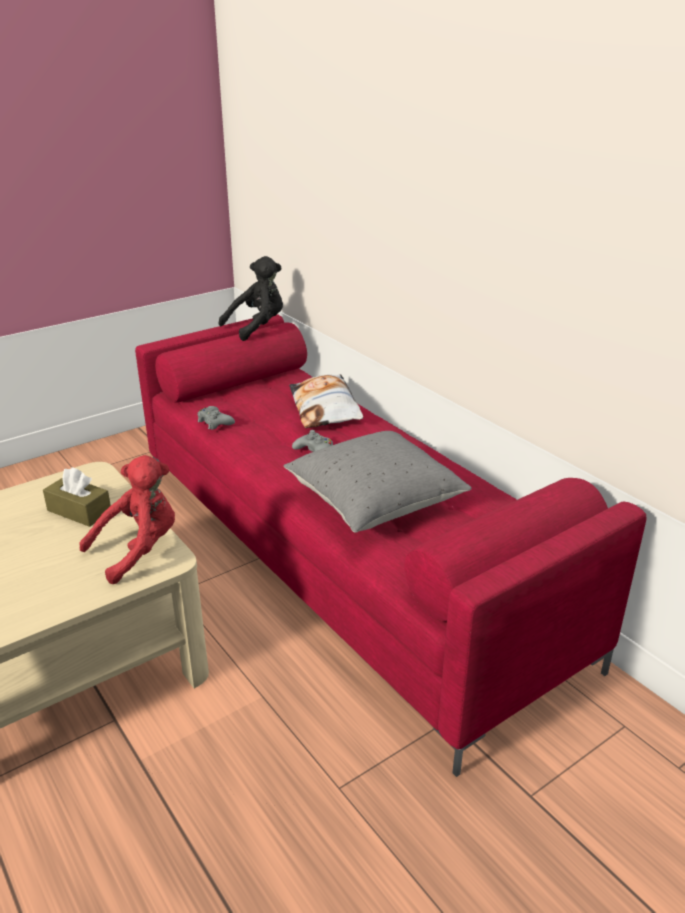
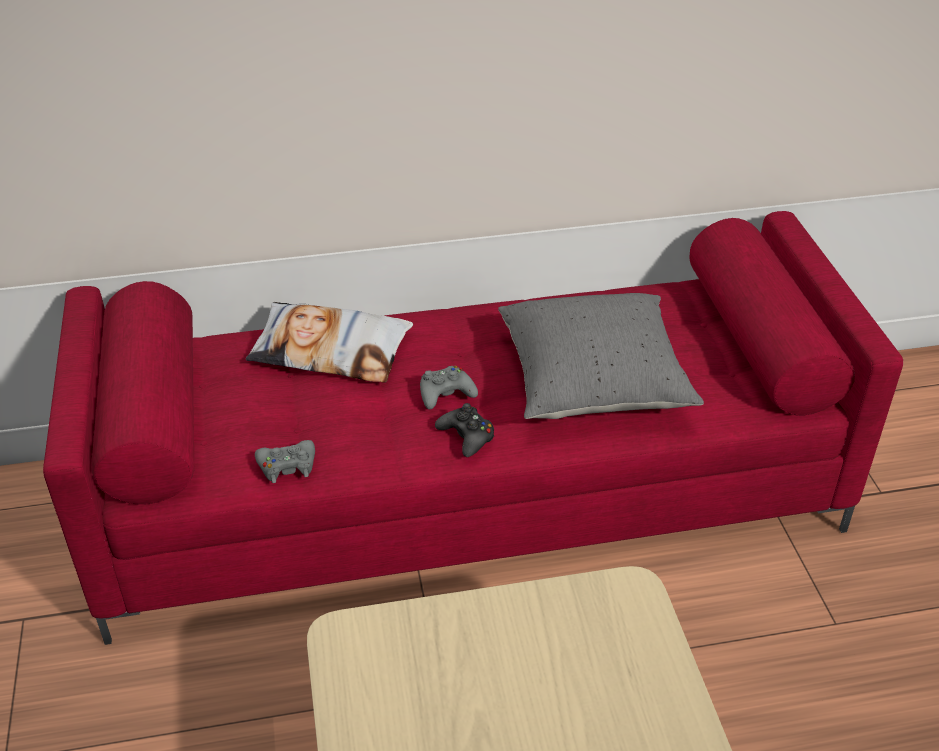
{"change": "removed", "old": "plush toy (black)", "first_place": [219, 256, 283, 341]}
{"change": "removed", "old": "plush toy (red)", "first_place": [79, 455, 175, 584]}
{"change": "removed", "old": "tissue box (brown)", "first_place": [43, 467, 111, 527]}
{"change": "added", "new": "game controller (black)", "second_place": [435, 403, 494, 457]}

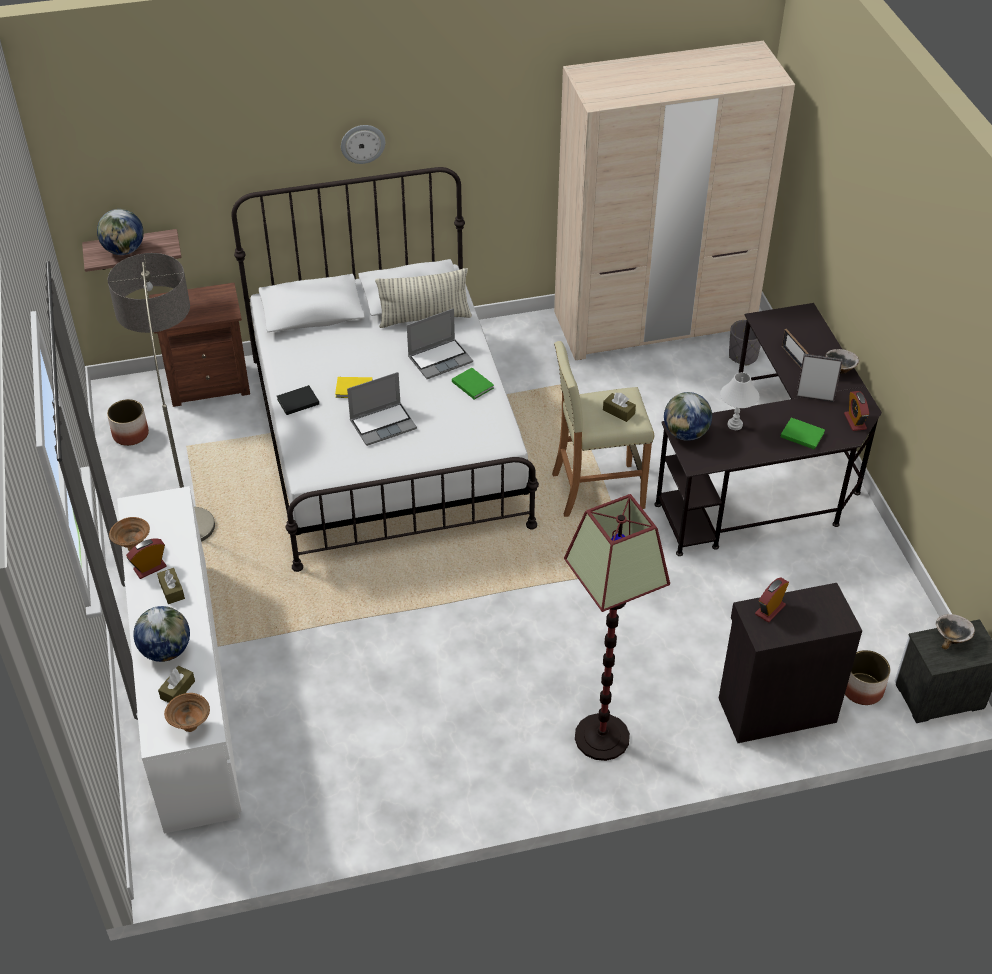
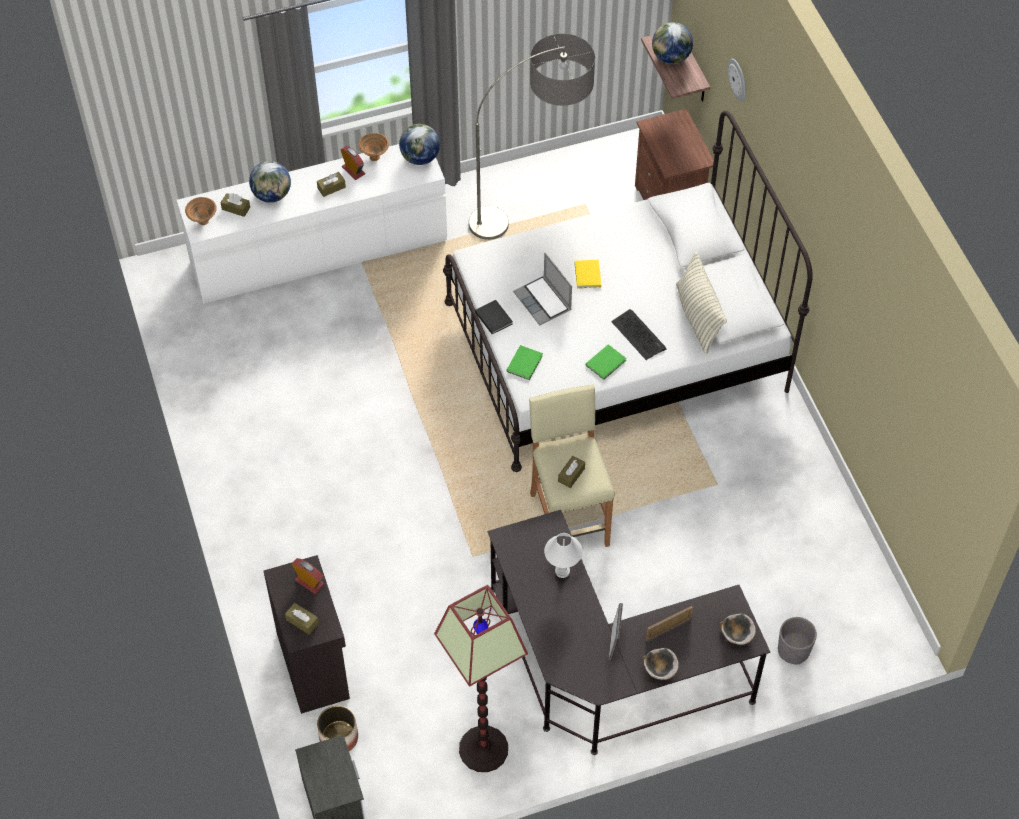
{"change": "removed", "old": "wardrobe (beige)", "first_place": [554, 41, 795, 360]}
{"change": "moved", "old": "wall clock", "first_place": [341, 125, 385, 164], "second_place": [728, 59, 746, 101]}
{"change": "replaced", "old": "laptop", "new": "keyboard", "first_place": [407, 308, 473, 379], "second_place": [611, 309, 666, 360]}
{"change": "moved", "old": "book (black)", "first_place": [277, 385, 319, 415], "second_place": [475, 300, 513, 334]}
{"change": "removed", "old": "alarm clock", "first_place": [844, 391, 869, 431]}
{"change": "moved", "old": "globe", "first_place": [664, 392, 712, 441], "second_place": [399, 124, 440, 165]}
{"change": "removed", "old": "planter", "first_place": [107, 399, 149, 446]}
{"change": "moved", "old": "book (green)", "first_place": [780, 418, 825, 450], "second_place": [507, 345, 543, 380]}
{"change": "moved", "old": "floor lamp", "first_place": [564, 494, 670, 761], "second_place": [434, 585, 528, 772]}
{"change": "moved", "old": "bowl", "first_place": [936, 614, 975, 649], "second_place": [720, 613, 756, 645]}
{"change": "added", "new": "tissue box (brown)", "second_place": [285, 603, 319, 635]}

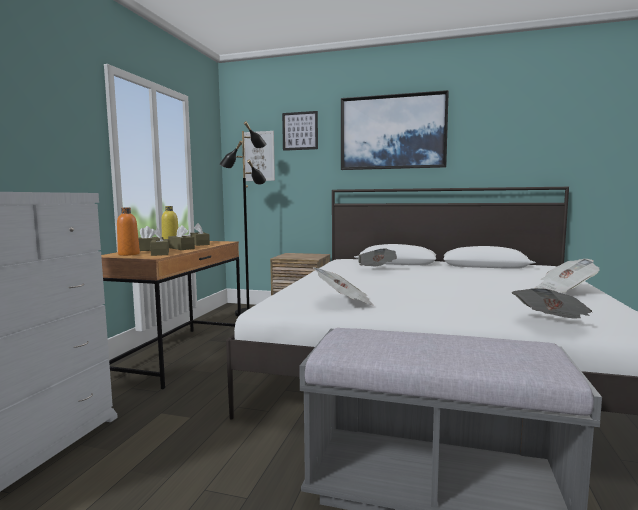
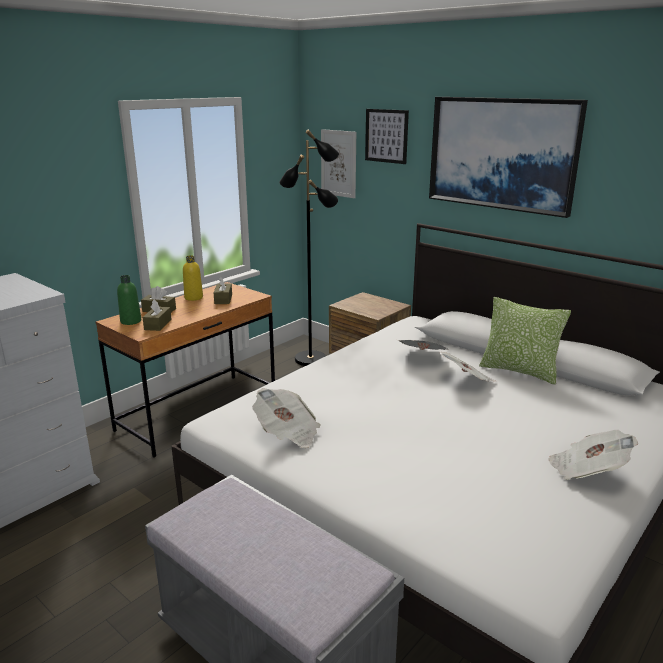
{"change": "recoloured", "old": "bottle (orange)", "new": "bottle (green)", "first_place": [117, 207, 140, 256], "second_place": [117, 275, 141, 325]}
{"change": "removed", "old": "tissue box (brown)", "first_place": [168, 225, 195, 250]}
{"change": "moved", "old": "newspaper", "first_place": [512, 288, 592, 318], "second_place": [440, 352, 497, 382]}
{"change": "added", "new": "pillow", "second_place": [479, 297, 571, 385]}

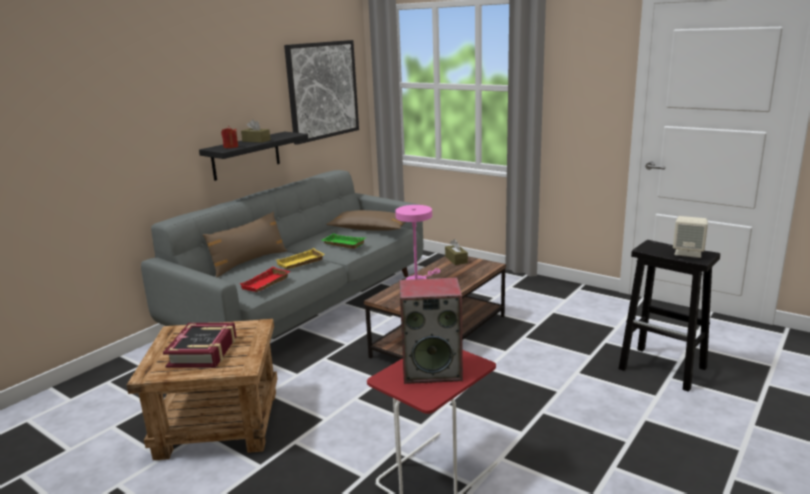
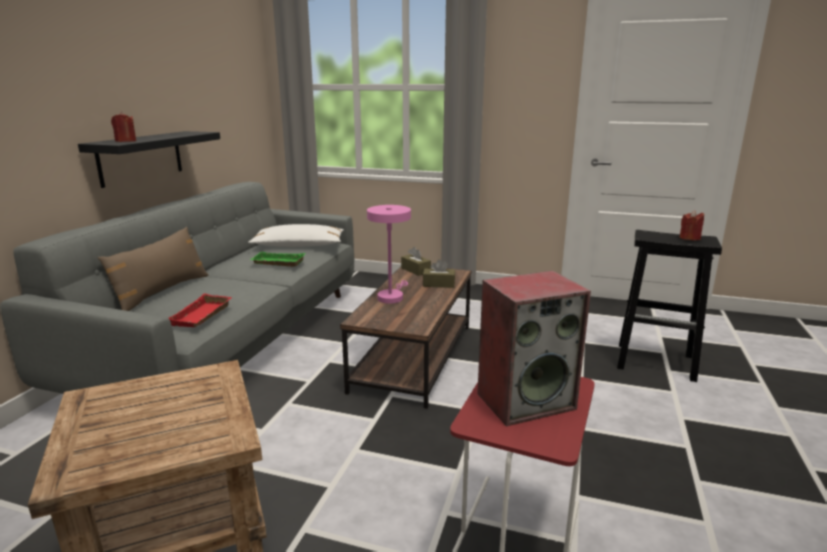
{"change": "removed", "old": "picture", "first_place": [284, 40, 359, 145]}
{"change": "moved", "old": "tissue box (brown)", "first_place": [241, 119, 271, 143], "second_place": [423, 259, 455, 288]}
{"change": "recoloured", "old": "pillow (brown)", "new": "pillow (white)", "first_place": [326, 210, 405, 231], "second_place": [248, 224, 344, 247]}
{"change": "replaced", "old": "speaker (beige)", "new": "candle (red)", "first_place": [673, 216, 708, 258], "second_place": [679, 211, 704, 240]}
{"change": "removed", "old": "tray (yellow)", "first_place": [276, 248, 325, 269]}
{"change": "removed", "old": "book", "first_place": [163, 322, 237, 368]}

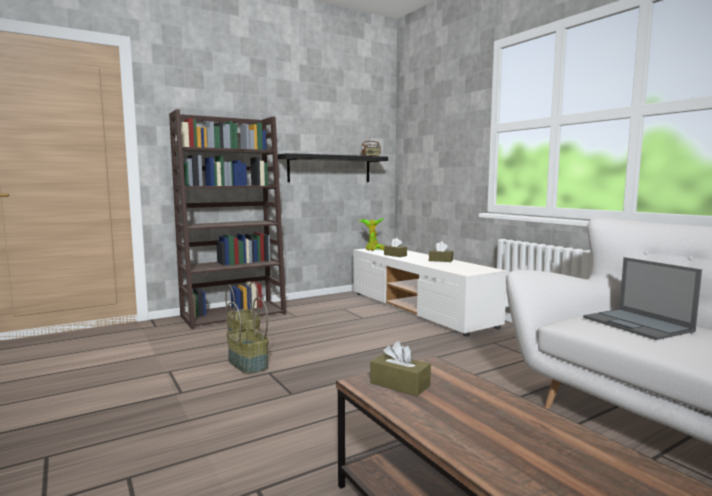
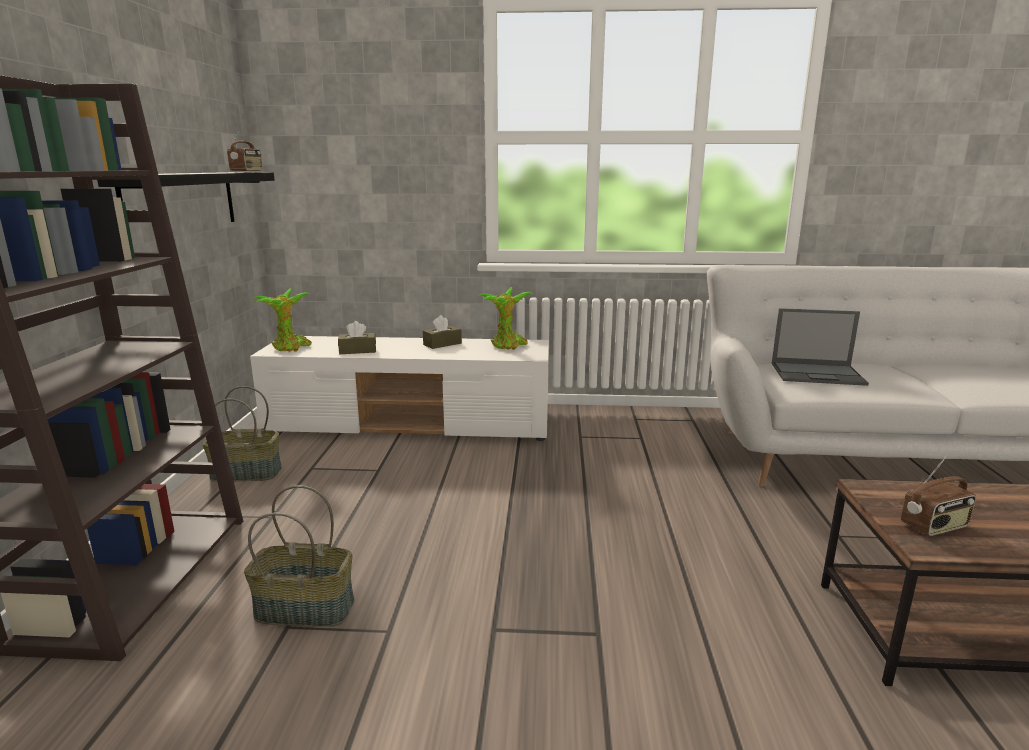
{"change": "moved", "old": "basket", "first_place": [226, 297, 269, 374], "second_place": [202, 386, 282, 482]}
{"change": "replaced", "old": "tissue box (brown)", "new": "radio", "first_place": [370, 341, 431, 396], "second_place": [901, 455, 976, 536]}
{"change": "added", "new": "potted plant", "second_place": [477, 287, 533, 350]}

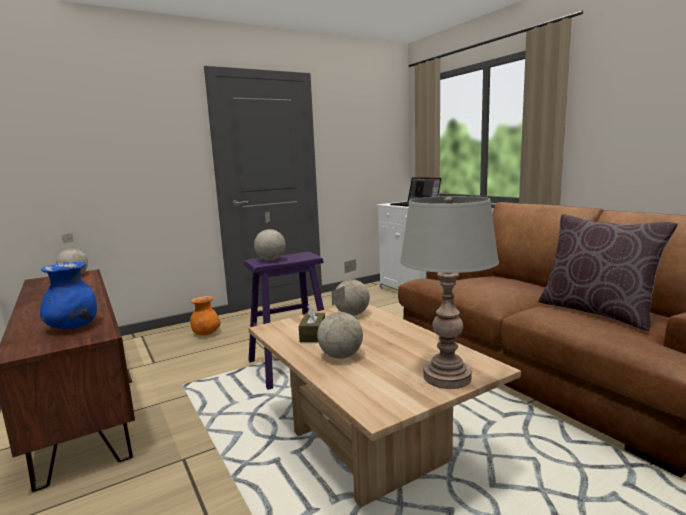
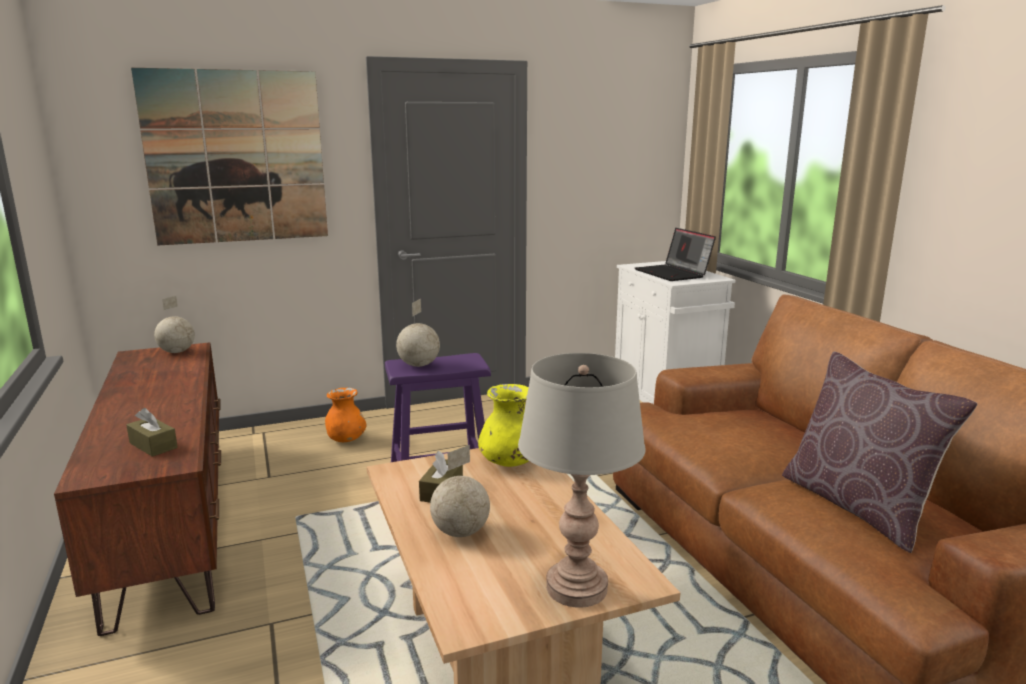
{"change": "replaced", "old": "globe", "new": "vase (yellow)", "first_place": [335, 259, 370, 316], "second_place": [478, 384, 529, 467]}
{"change": "replaced", "old": "vase (blue)", "new": "tissue box (brown)", "first_place": [40, 262, 97, 329], "second_place": [127, 408, 178, 457]}
{"change": "added", "new": "picture", "second_place": [131, 68, 328, 245]}

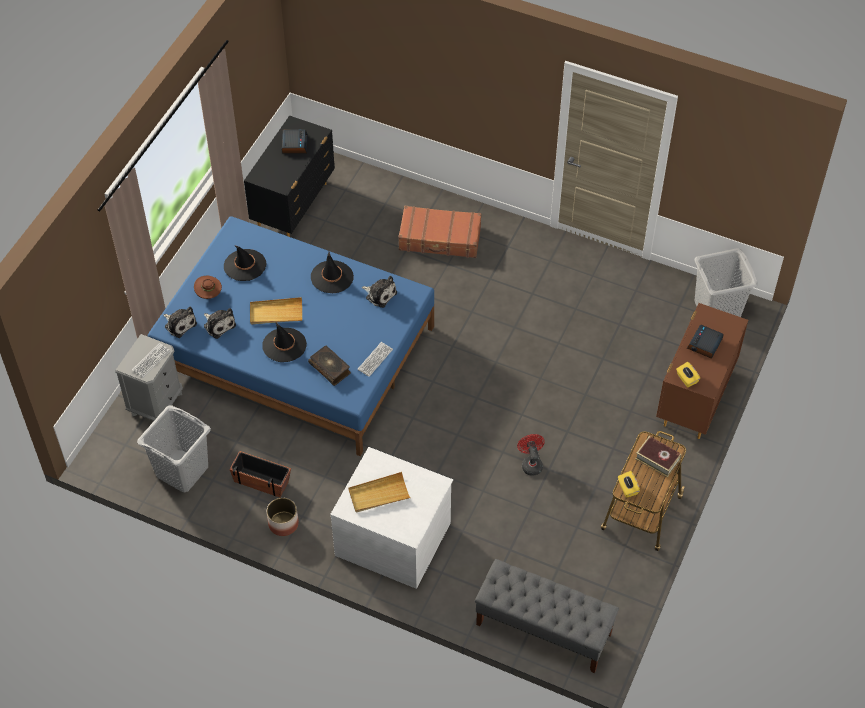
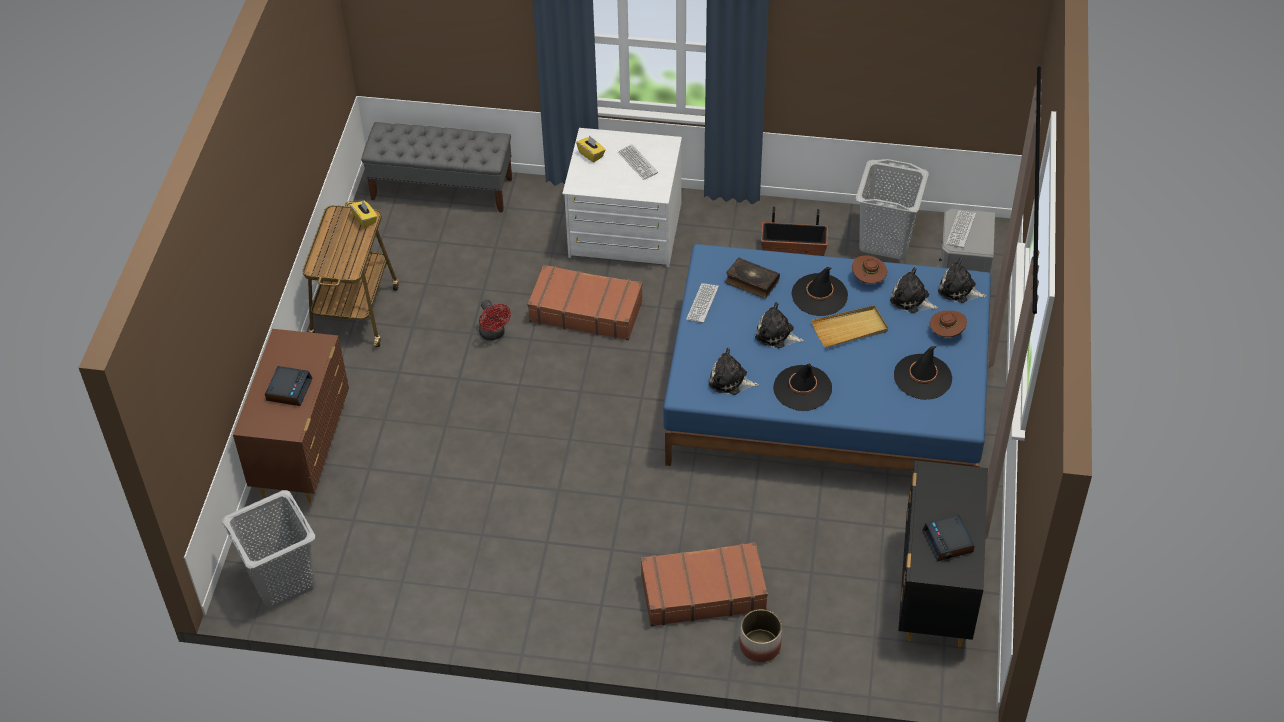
{"change": "moved", "old": "tissue box (yellow)", "first_place": [676, 362, 700, 387], "second_place": [576, 135, 606, 163]}
{"change": "removed", "old": "book", "first_place": [635, 436, 682, 477]}
{"change": "replaced", "old": "tray (beige)", "new": "keyboard", "first_place": [348, 472, 410, 512], "second_place": [618, 144, 658, 180]}
{"change": "moved", "old": "planter", "first_place": [267, 498, 299, 536], "second_place": [740, 609, 782, 662]}
{"change": "added", "new": "hat (brown)", "second_place": [852, 255, 887, 284]}
{"change": "added", "new": "suitcase (brown)", "second_place": [527, 265, 643, 340]}
{"change": "added", "new": "plush toy", "second_place": [755, 302, 804, 348]}

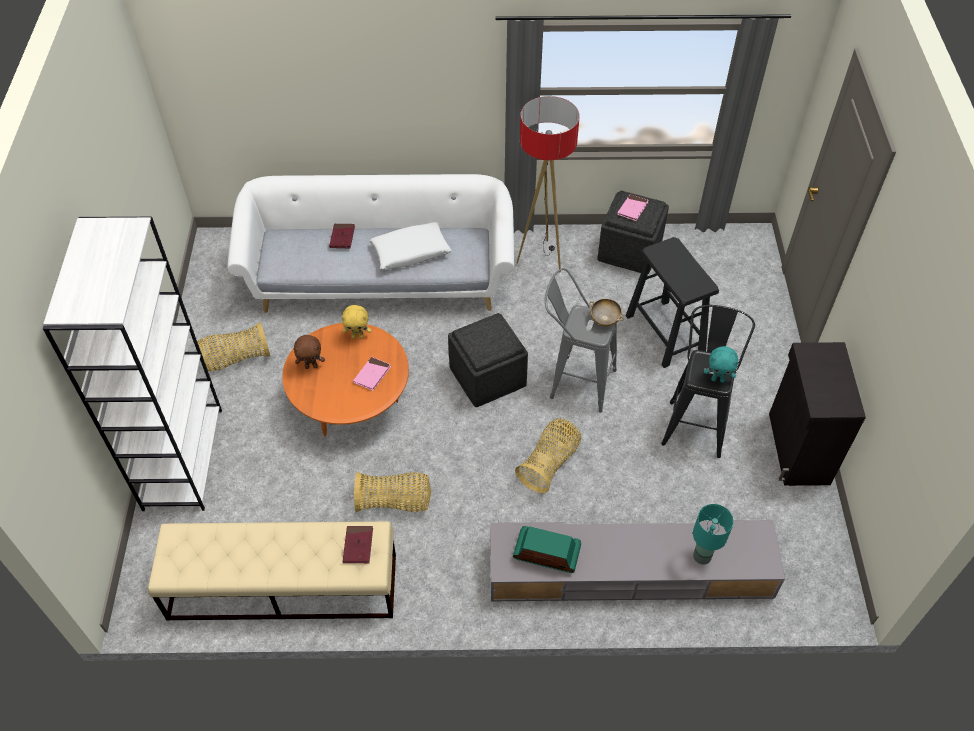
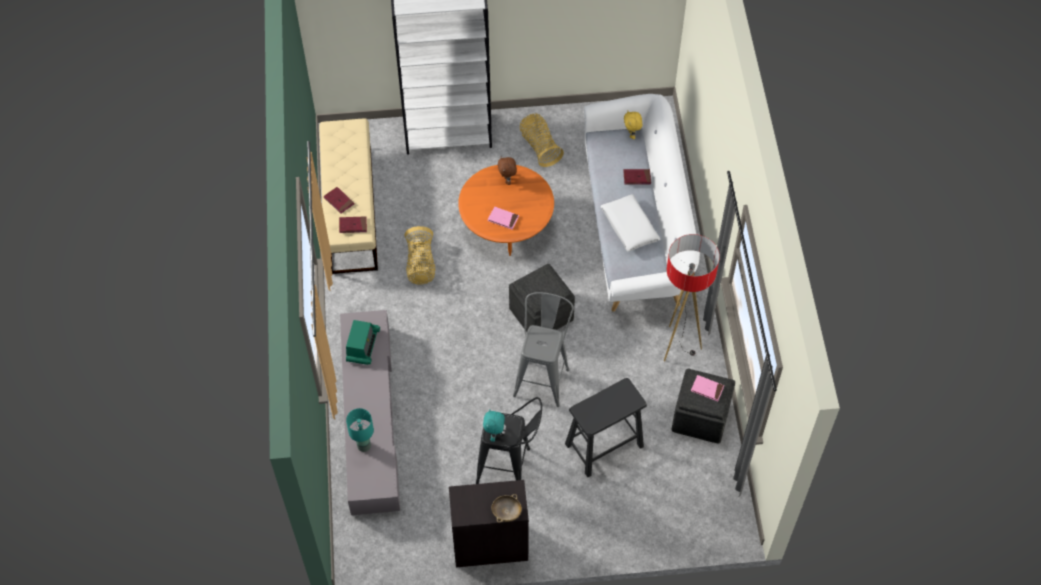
{"change": "moved", "old": "bowl (beige)", "first_place": [589, 299, 624, 327], "second_place": [491, 494, 522, 523]}
{"change": "moved", "old": "plush toy (yellow)", "first_place": [342, 305, 371, 339], "second_place": [624, 111, 642, 139]}
{"change": "removed", "old": "basket", "first_place": [515, 418, 581, 493]}
{"change": "added", "new": "book (red)", "second_place": [324, 187, 354, 213]}

